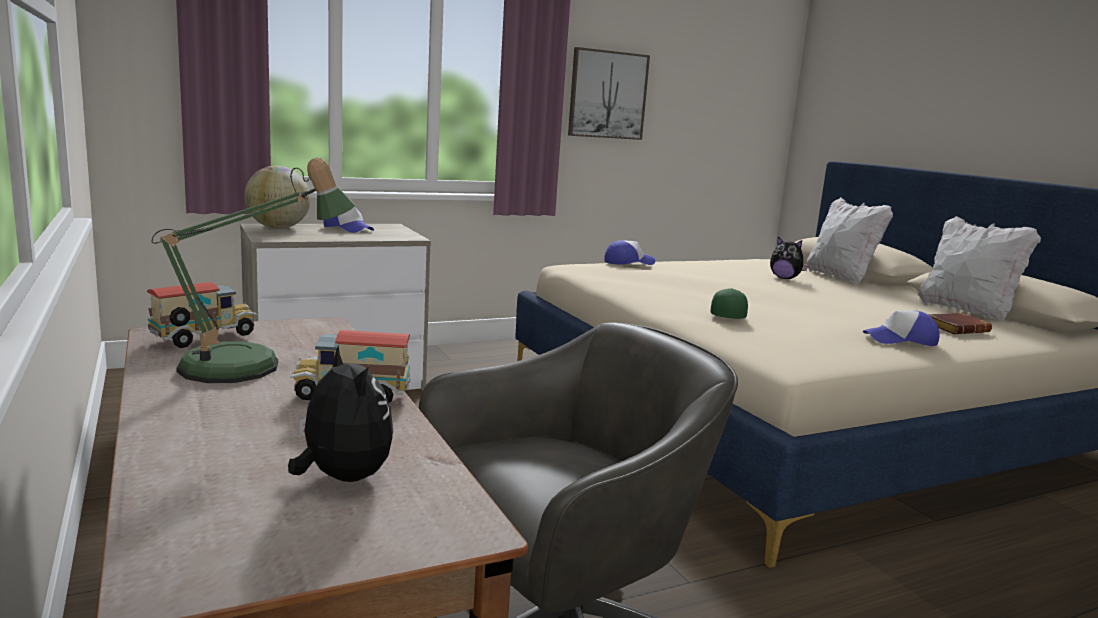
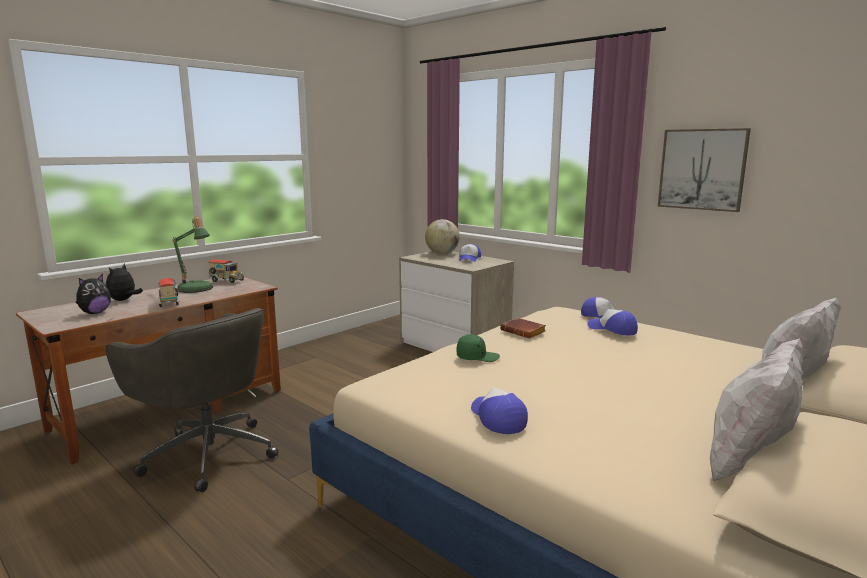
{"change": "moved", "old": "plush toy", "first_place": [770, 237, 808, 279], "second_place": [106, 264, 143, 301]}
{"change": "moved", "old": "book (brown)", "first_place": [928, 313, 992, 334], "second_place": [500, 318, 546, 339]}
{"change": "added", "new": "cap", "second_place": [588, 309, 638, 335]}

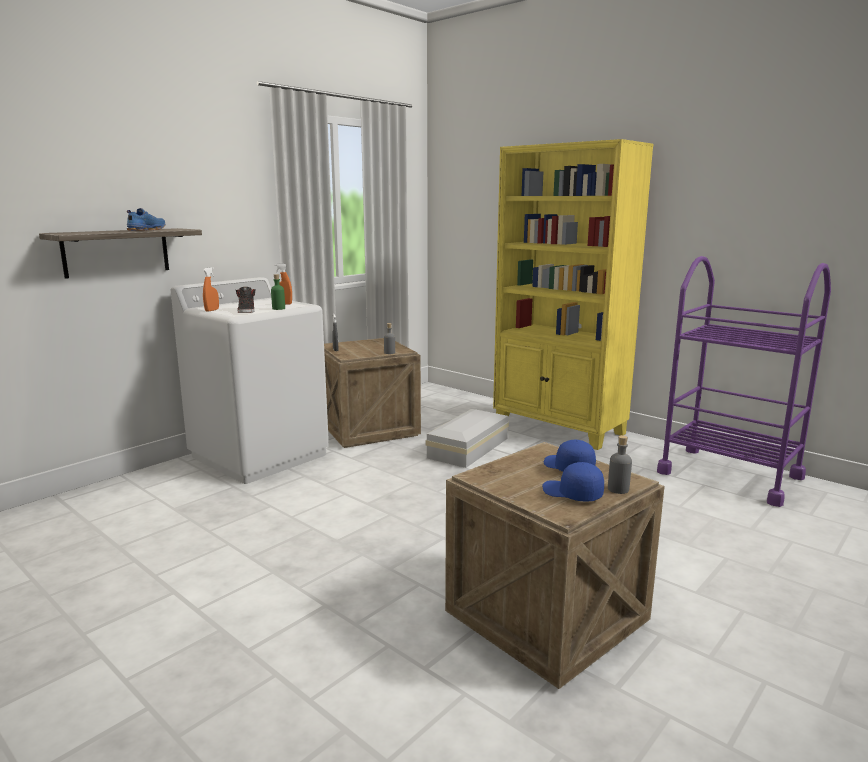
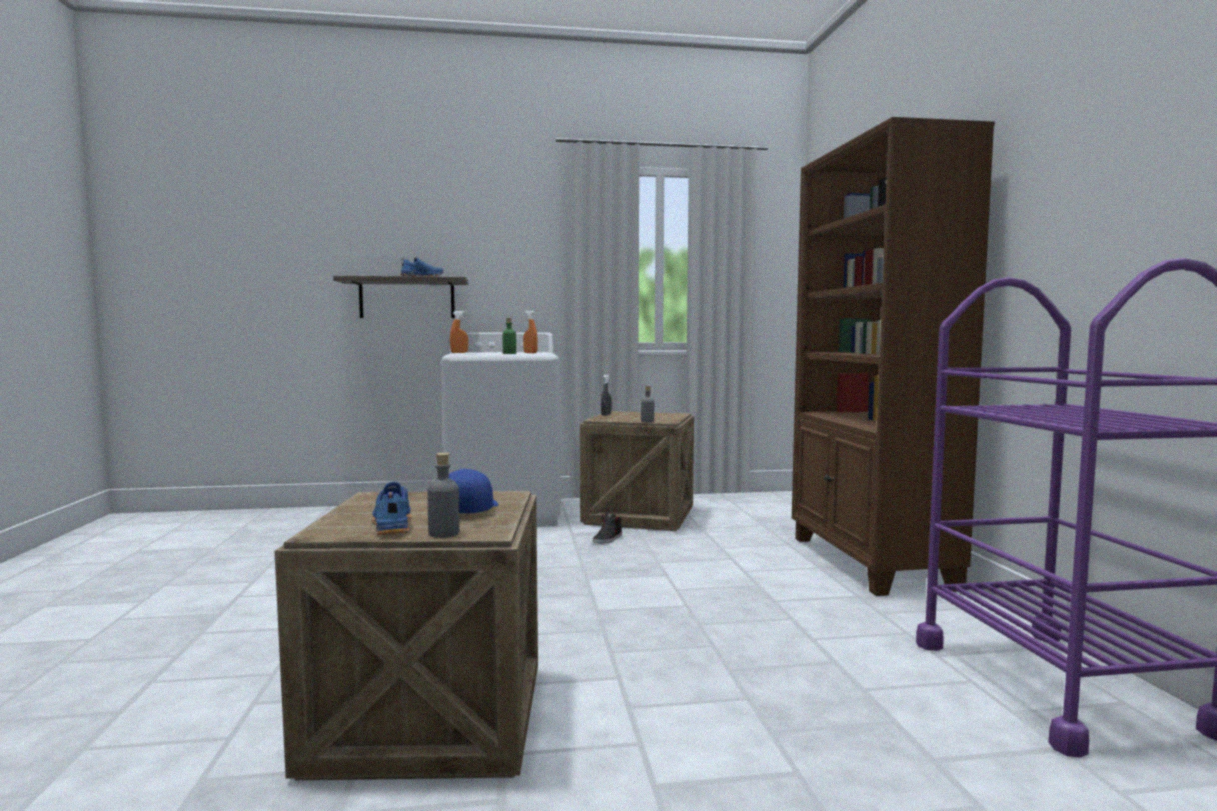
{"change": "recoloured", "old": "bookcase (yellow)", "new": "bookcase (brown)", "first_place": [493, 139, 654, 450], "second_place": [792, 117, 995, 596]}
{"change": "moved", "old": "shoe (black)", "first_place": [236, 287, 256, 313], "second_place": [593, 513, 622, 544]}
{"change": "removed", "old": "storage box (white)", "first_place": [425, 409, 509, 468]}
{"change": "replaced", "old": "cap (blue)", "new": "shoe (blue)", "first_place": [542, 462, 604, 501], "second_place": [372, 481, 412, 535]}

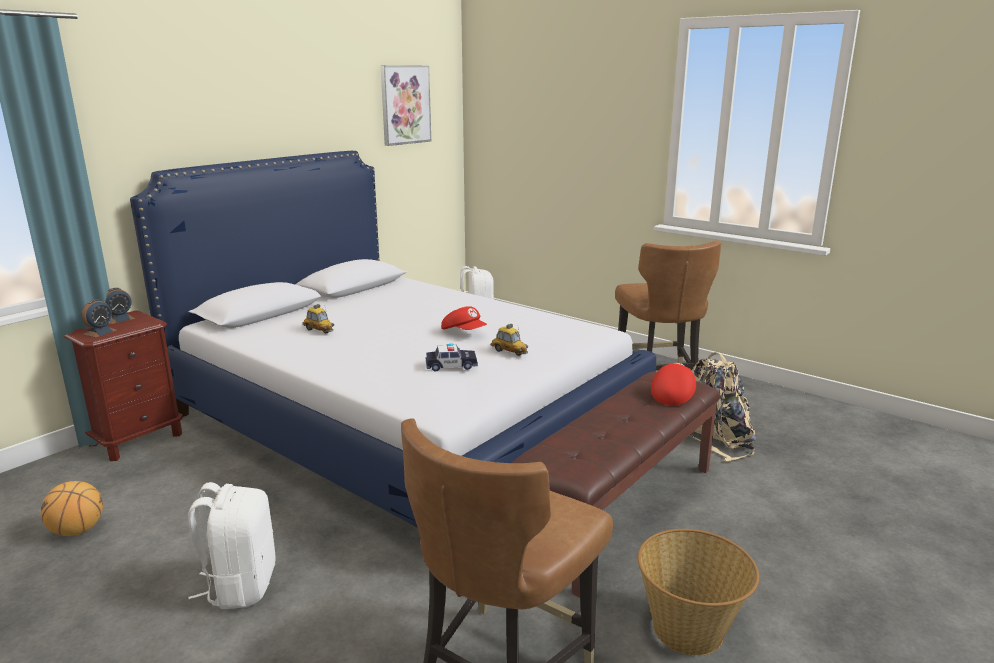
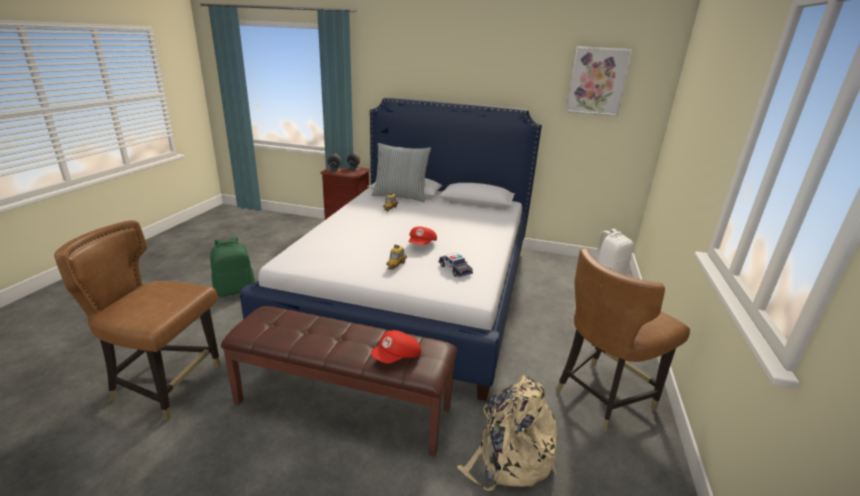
{"change": "moved", "old": "toy car", "first_place": [426, 344, 478, 371], "second_place": [438, 253, 473, 277]}
{"change": "turned", "old": "cap (red)", "first_place": [651, 363, 696, 406], "second_place": [371, 330, 421, 363], "degrees": 135}
{"change": "removed", "old": "basketball", "first_place": [40, 481, 103, 536]}
{"change": "recoloured", "old": "backpack (white)", "new": "backpack (green)", "first_place": [188, 482, 275, 609], "second_place": [210, 237, 255, 297]}
{"change": "removed", "old": "basket", "first_place": [638, 529, 759, 656]}
{"change": "added", "new": "pillow", "second_place": [372, 143, 431, 202]}

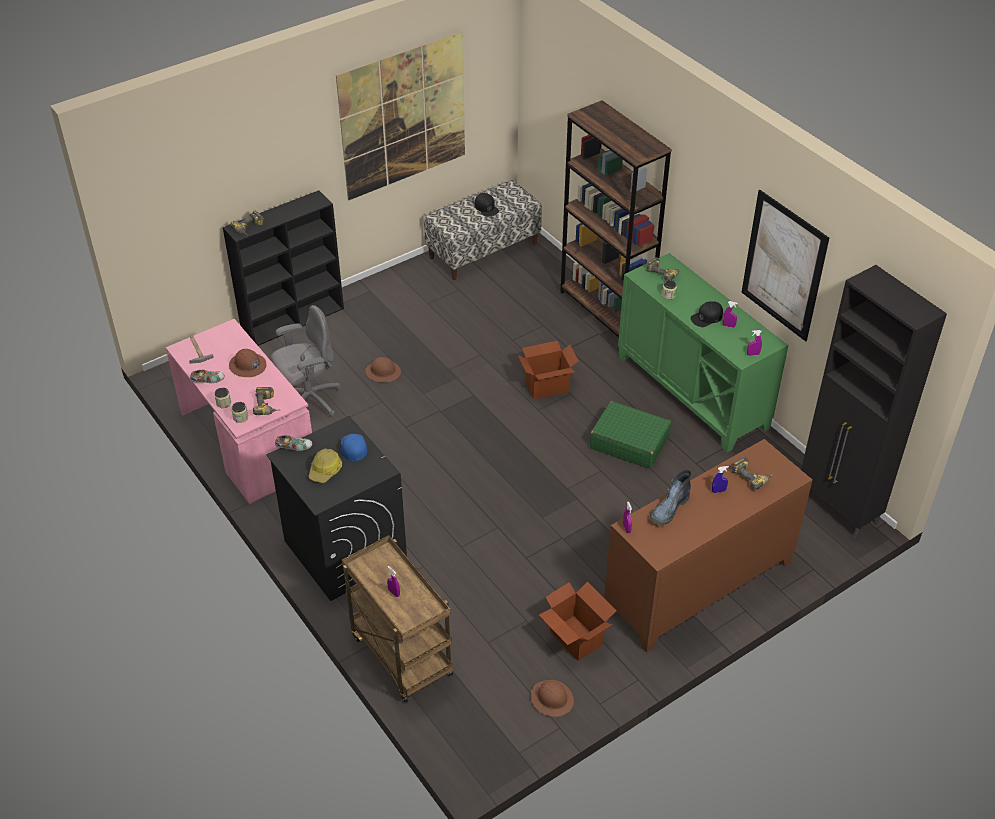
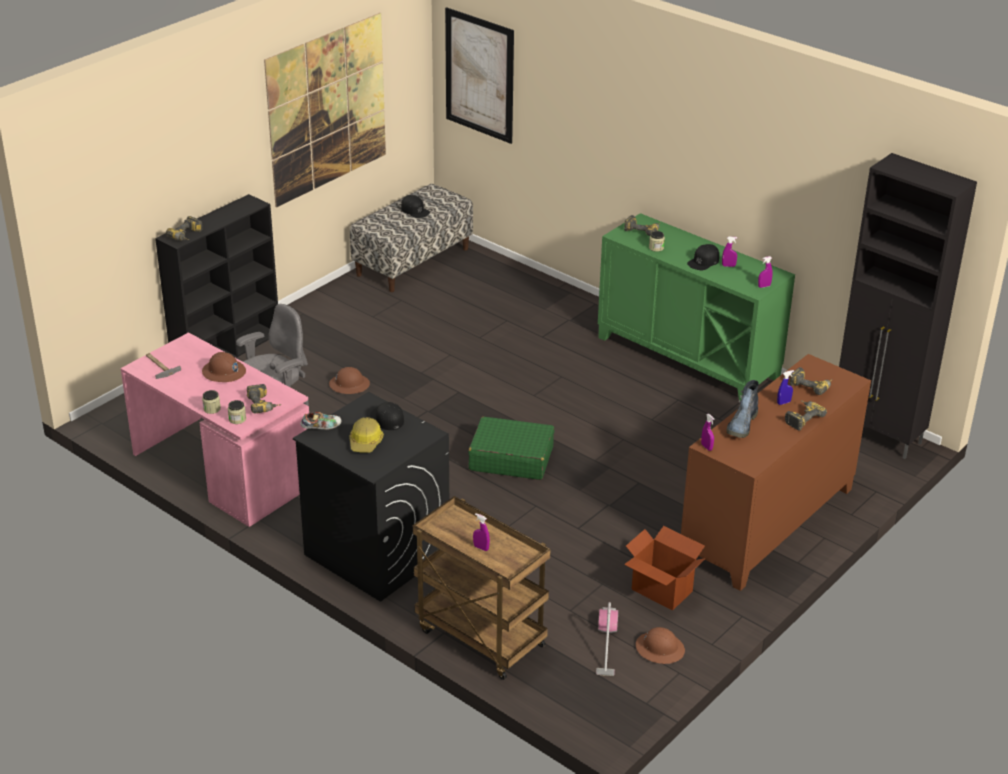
{"change": "removed", "old": "bookcase (brown)", "first_place": [560, 100, 672, 338]}
{"change": "moved", "old": "picture", "first_place": [741, 190, 829, 342], "second_place": [445, 7, 514, 144]}
{"change": "removed", "old": "cardboard box", "first_place": [518, 341, 579, 399]}
{"change": "removed", "old": "shoe", "first_place": [190, 370, 225, 383]}
{"change": "moved", "old": "suitcase (green)", "first_place": [590, 401, 671, 469], "second_place": [468, 417, 554, 480]}
{"change": "recoloured", "old": "cap (blue)", "new": "cap (black)", "first_place": [341, 434, 367, 461], "second_place": [370, 402, 404, 430]}
{"change": "added", "new": "power drill", "second_place": [785, 400, 827, 431]}
{"change": "added", "new": "vacuum cleaner", "second_place": [596, 602, 618, 676]}

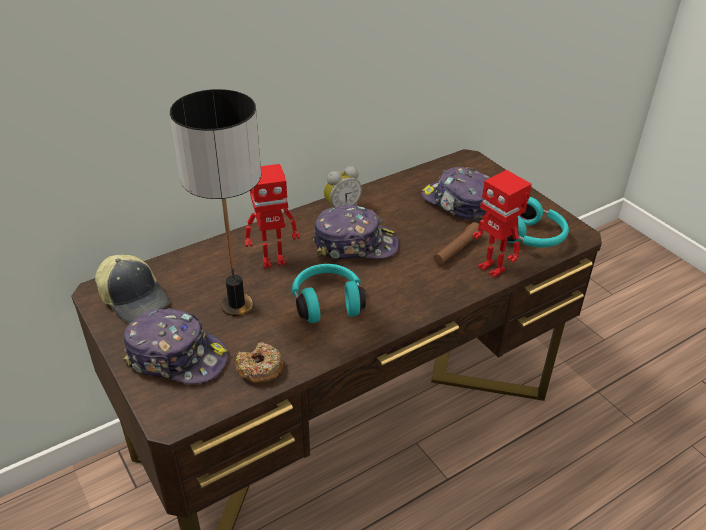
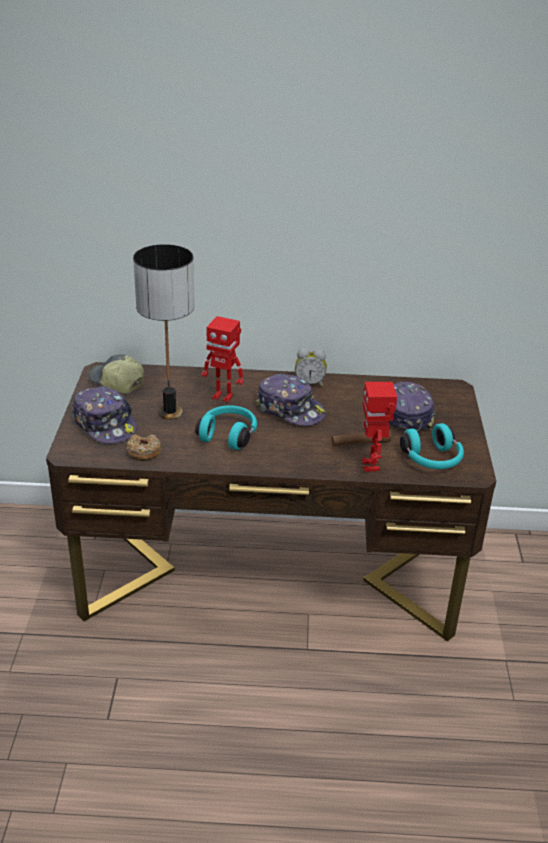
{"change": "turned", "old": "cap", "first_place": [95, 255, 169, 323], "second_place": [88, 355, 144, 394], "degrees": 135}

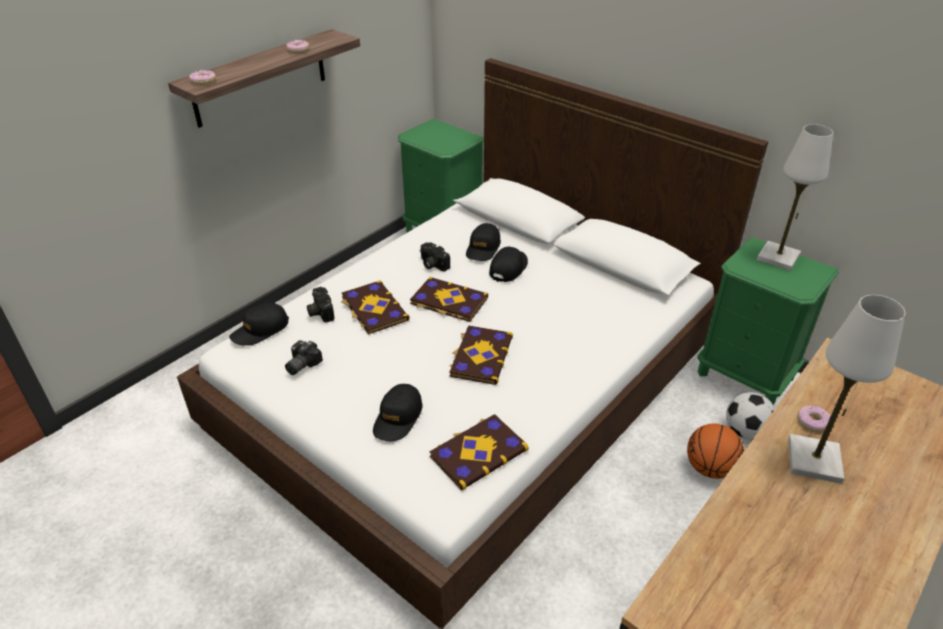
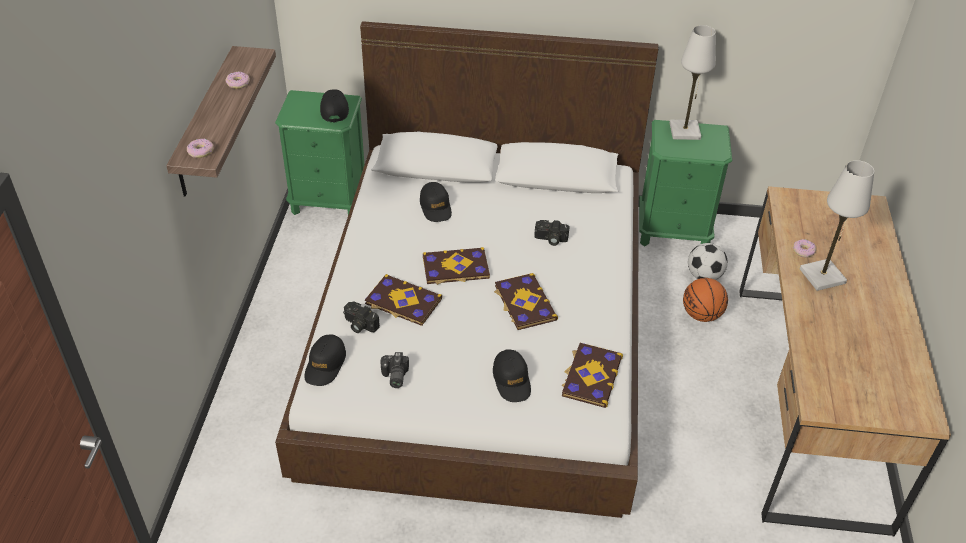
{"change": "moved", "old": "photo camera", "first_place": [420, 242, 450, 272], "second_place": [534, 220, 569, 246]}
{"change": "moved", "old": "cap (black)", "first_place": [489, 247, 528, 282], "second_place": [320, 89, 349, 123]}

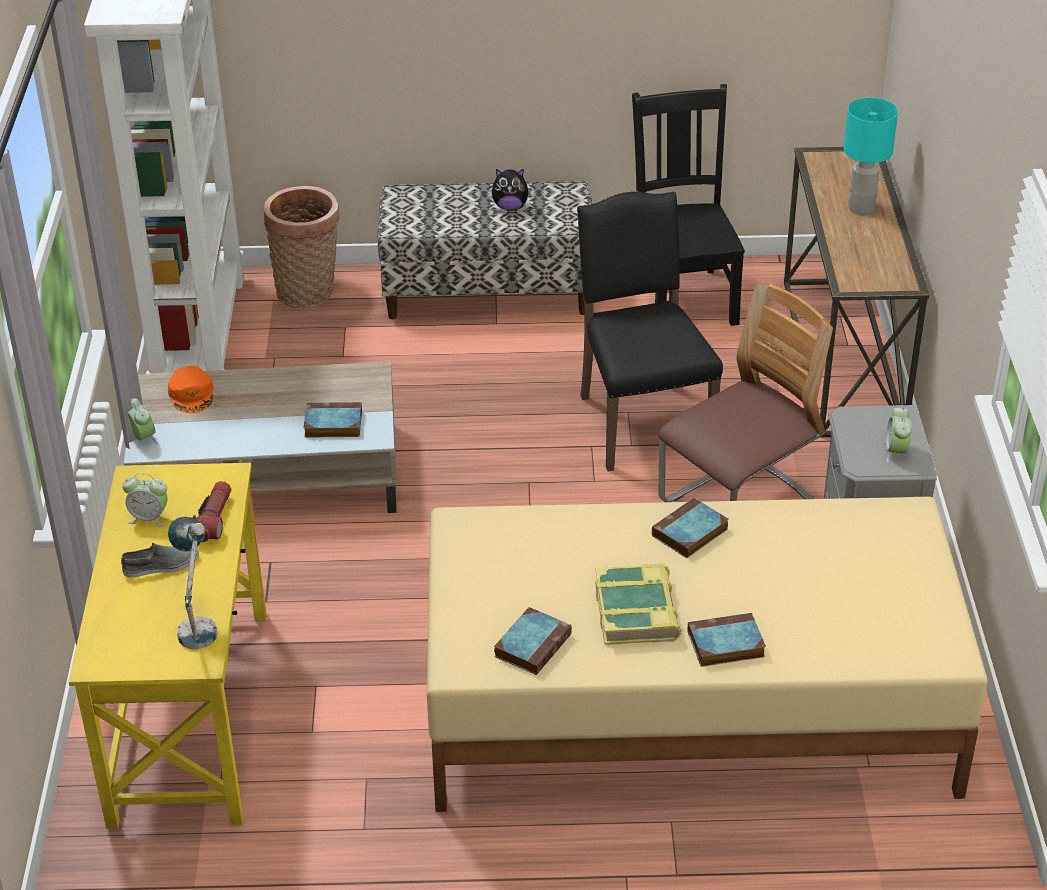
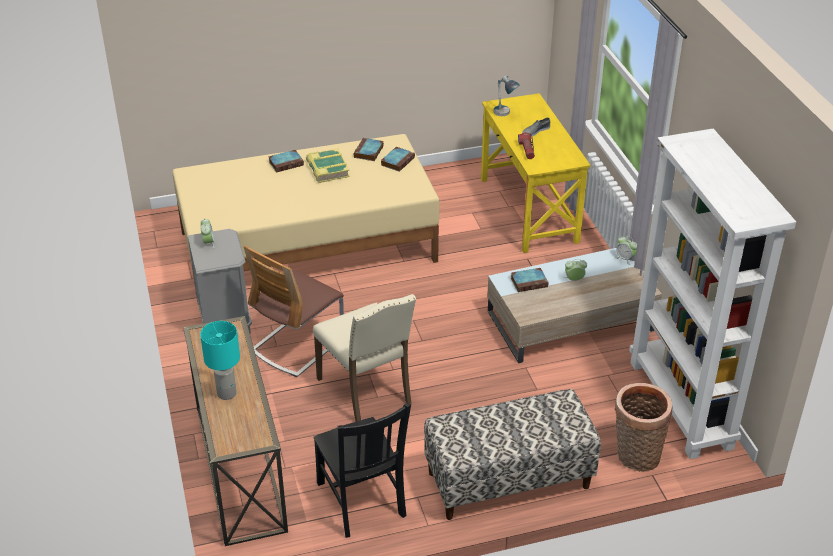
{"change": "removed", "old": "plush toy", "first_place": [492, 169, 532, 211]}
{"change": "recoloured", "old": "chair (black)", "new": "chair (beige)", "first_place": [577, 191, 723, 472], "second_place": [313, 294, 416, 422]}
{"change": "removed", "old": "cap (orange)", "first_place": [168, 366, 213, 413]}
{"change": "moved", "old": "alarm clock", "first_place": [122, 473, 168, 527], "second_place": [564, 259, 587, 281]}
{"change": "moved", "old": "book", "first_place": [652, 498, 728, 558], "second_place": [381, 147, 415, 172]}

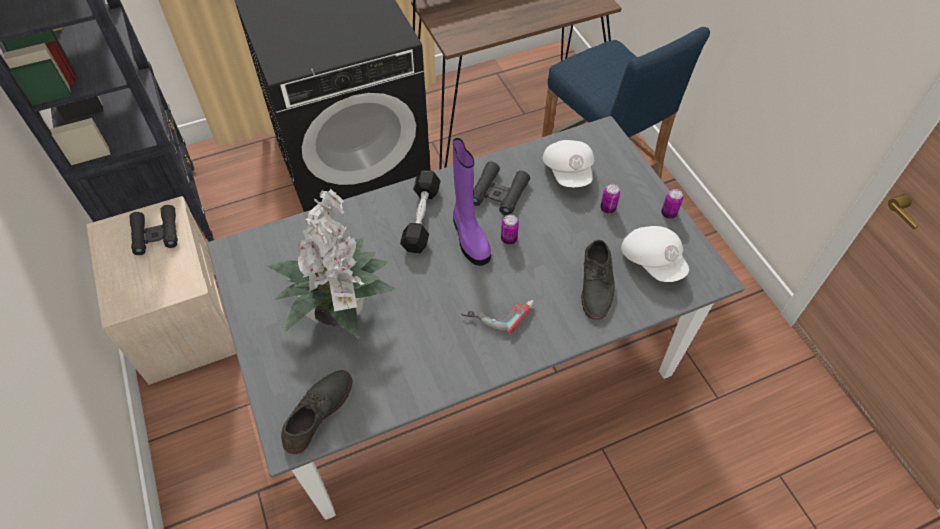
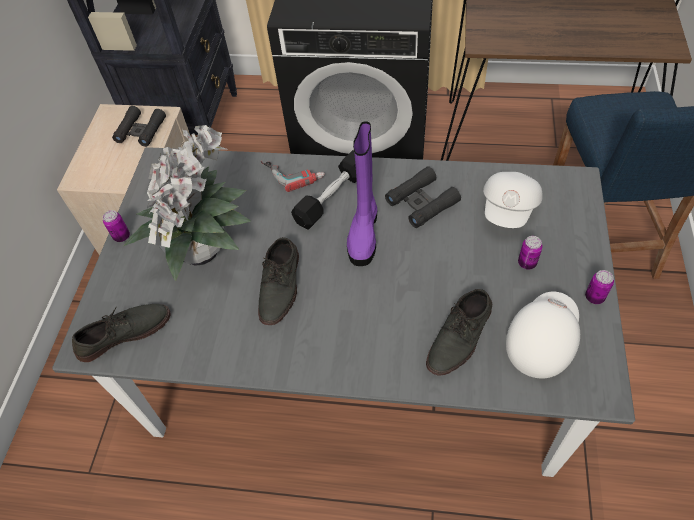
{"change": "moved", "old": "can", "first_place": [501, 214, 519, 245], "second_place": [103, 210, 130, 242]}
{"change": "turned", "old": "cap (white)", "first_place": [621, 226, 689, 282], "second_place": [506, 291, 580, 379], "degrees": -150}
{"change": "moved", "old": "power drill", "first_place": [461, 300, 534, 335], "second_place": [261, 161, 325, 192]}
{"change": "added", "new": "shoe (grey)", "second_place": [258, 237, 299, 325]}

